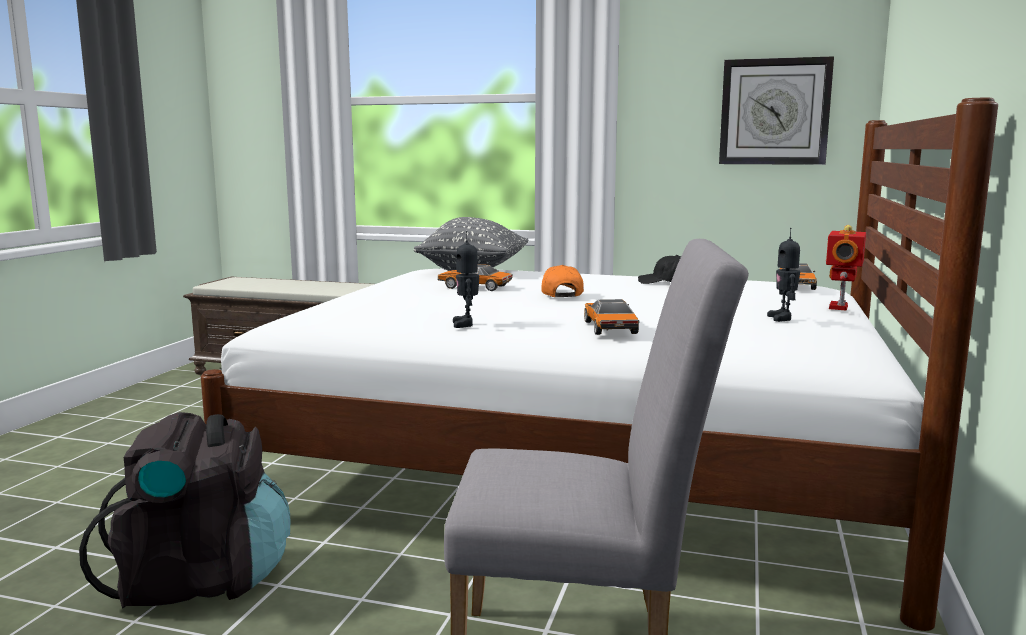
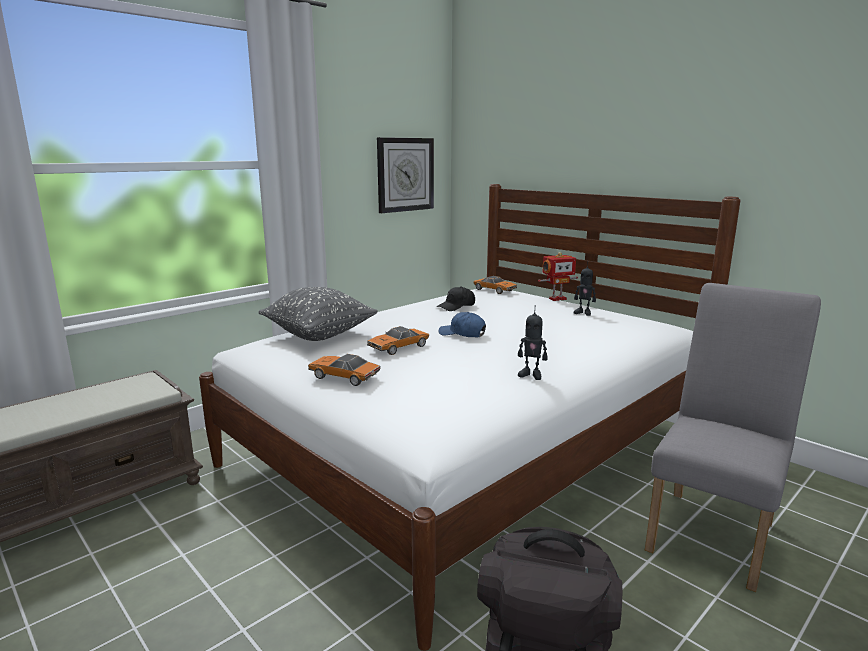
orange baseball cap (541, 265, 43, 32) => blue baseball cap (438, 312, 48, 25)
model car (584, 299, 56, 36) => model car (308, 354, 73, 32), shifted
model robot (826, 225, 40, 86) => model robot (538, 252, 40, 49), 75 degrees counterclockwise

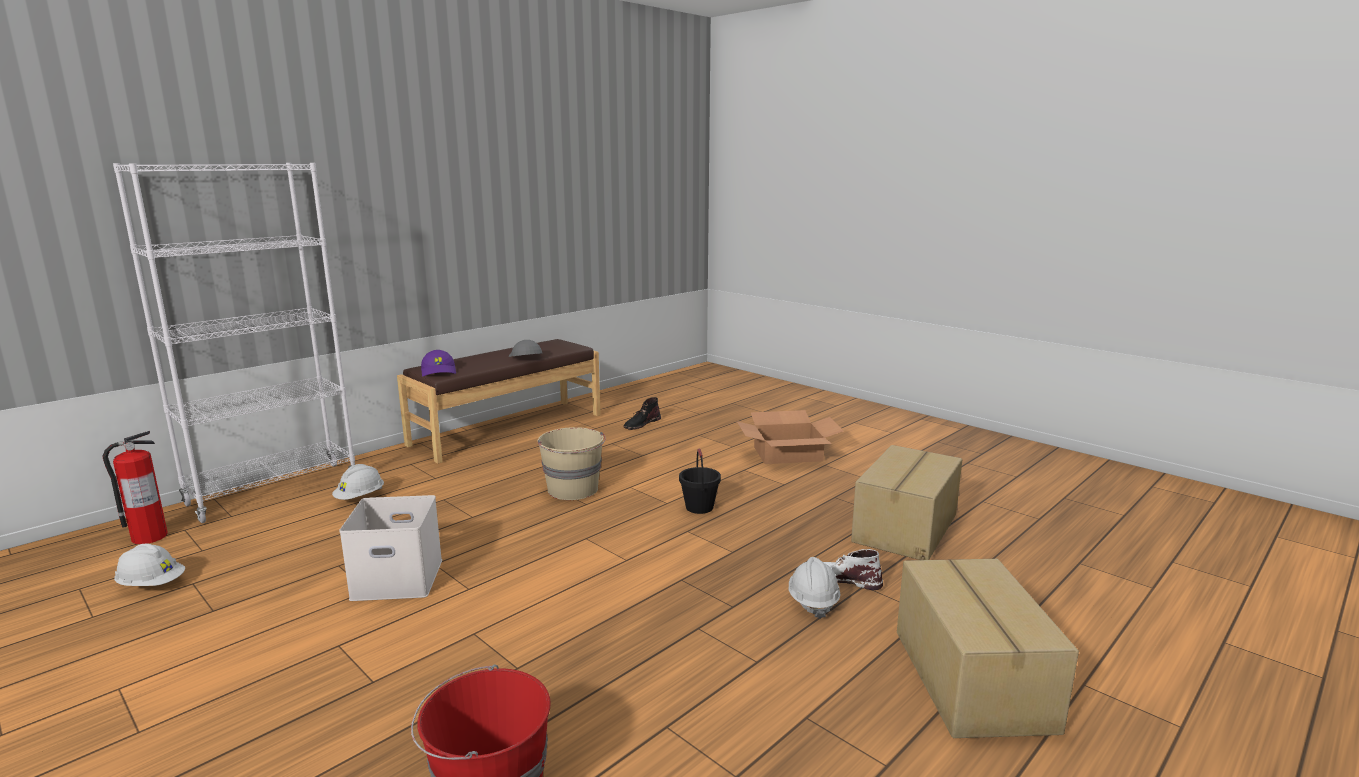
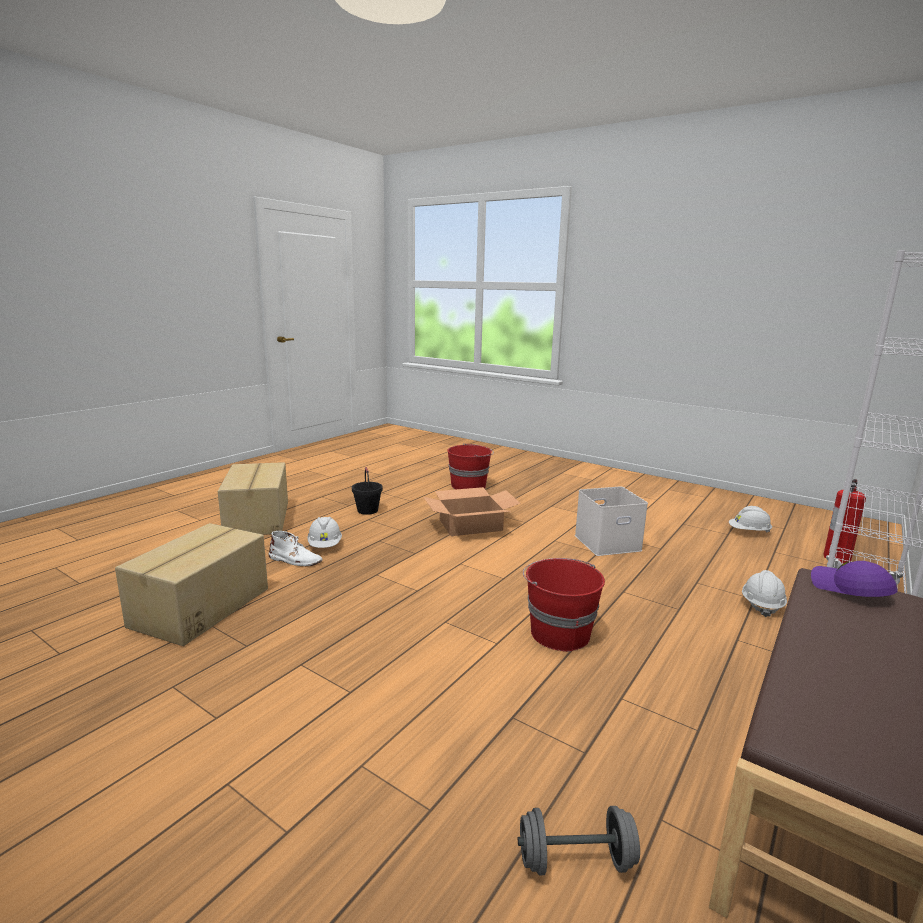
grey baseball cap (509, 340, 33, 17) => nothing
sand-coloured bucket (538, 427, 68, 73) => red bucket (523, 558, 82, 94)
blackish tall boot (623, 397, 38, 33) => grey dumbbell (518, 806, 122, 69)
blackish bucket (679, 448, 42, 66) => blackish bucket (352, 467, 31, 48), shifted
cardboard box (737, 410, 106, 54) => cardboard box (424, 487, 97, 49), shifted

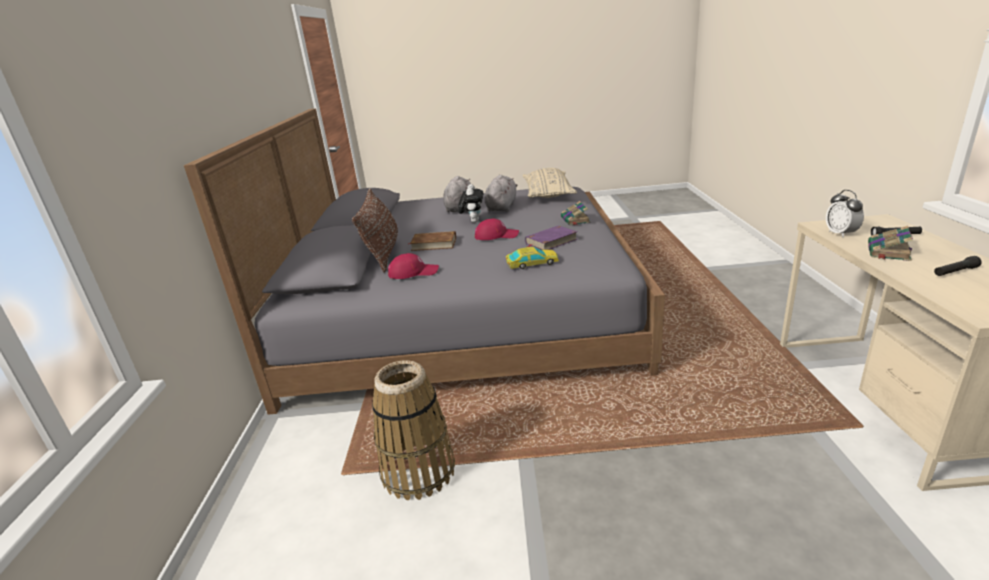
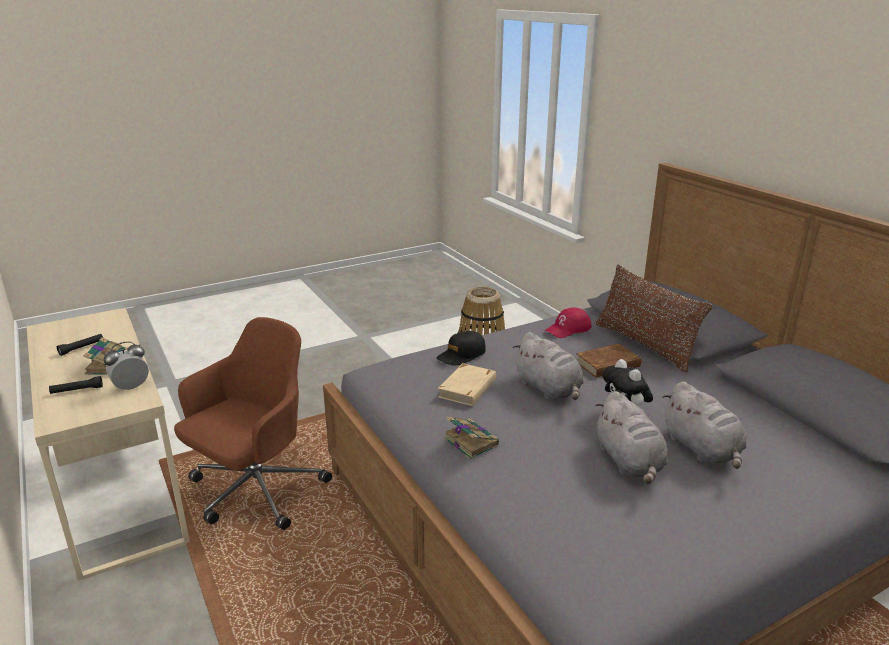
red baseball cap (475, 219, 44, 21) => grey soft toy (513, 332, 71, 68)
model car (506, 247, 53, 22) => blackish baseball cap (436, 331, 50, 34)
sand-coloured pillow (523, 168, 54, 30) => nothing
purple-coloured book (525, 225, 52, 25) => sand-coloured book (438, 363, 58, 43)
table clock (826, 190, 38, 48) => table clock (103, 341, 46, 49), 90 degrees counterclockwise
nothing => brownish desk chair (174, 317, 158, 213)

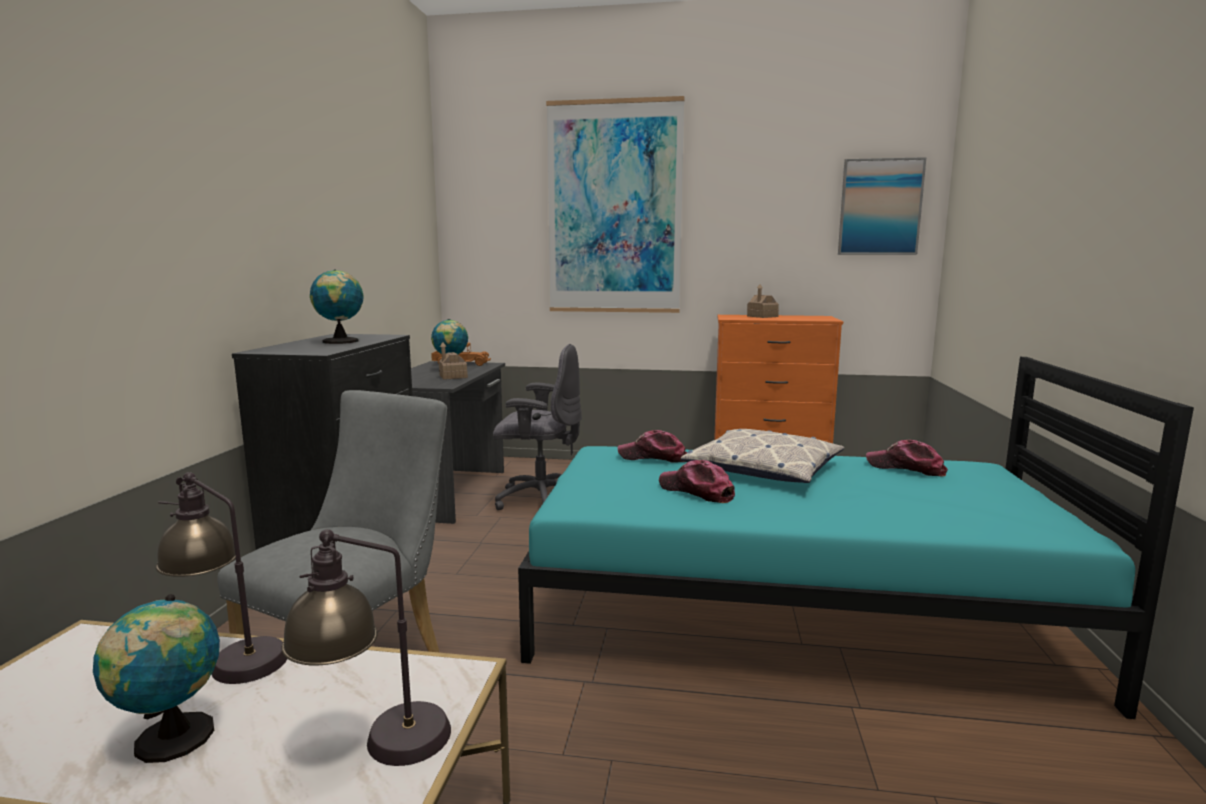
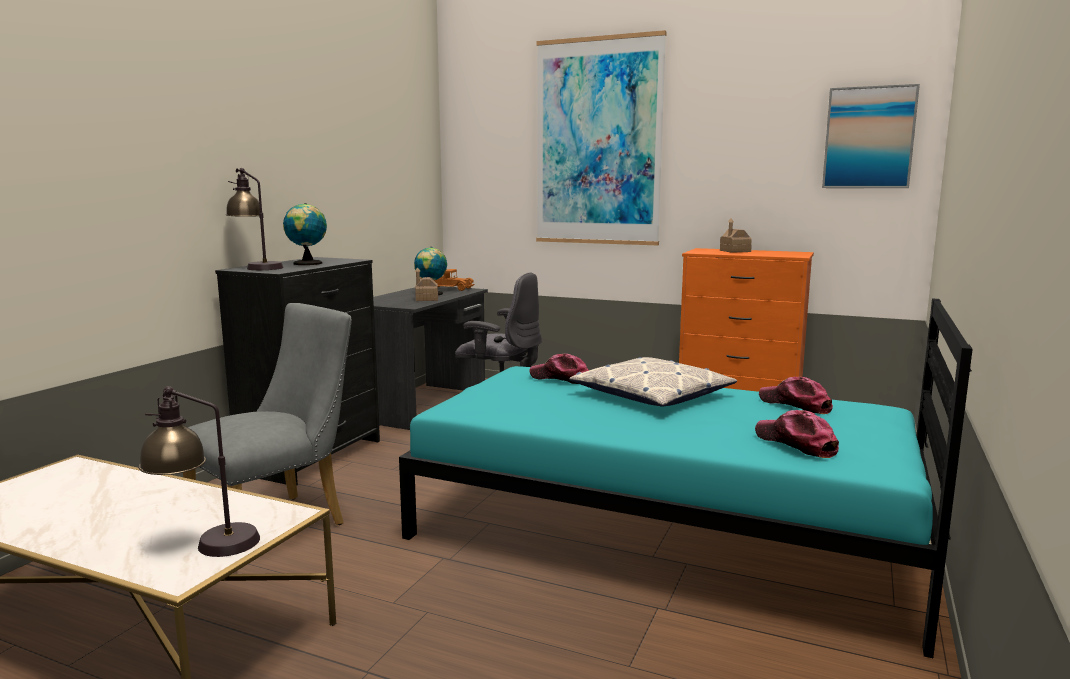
globe (93, 594, 127, 169) => nothing
tabletop lamp (156, 472, 131, 212) => tabletop lamp (226, 168, 58, 102), shifted
baseball cap (659, 460, 76, 43) => baseball cap (755, 410, 84, 48), shifted

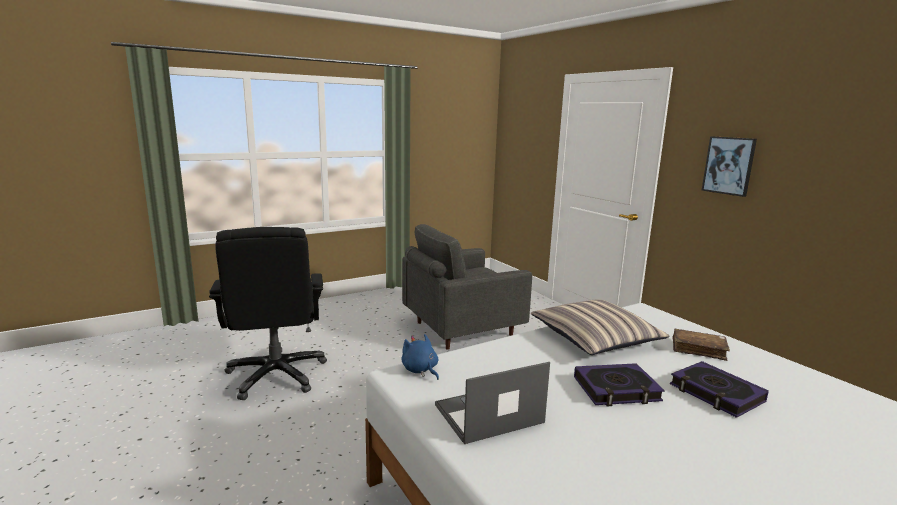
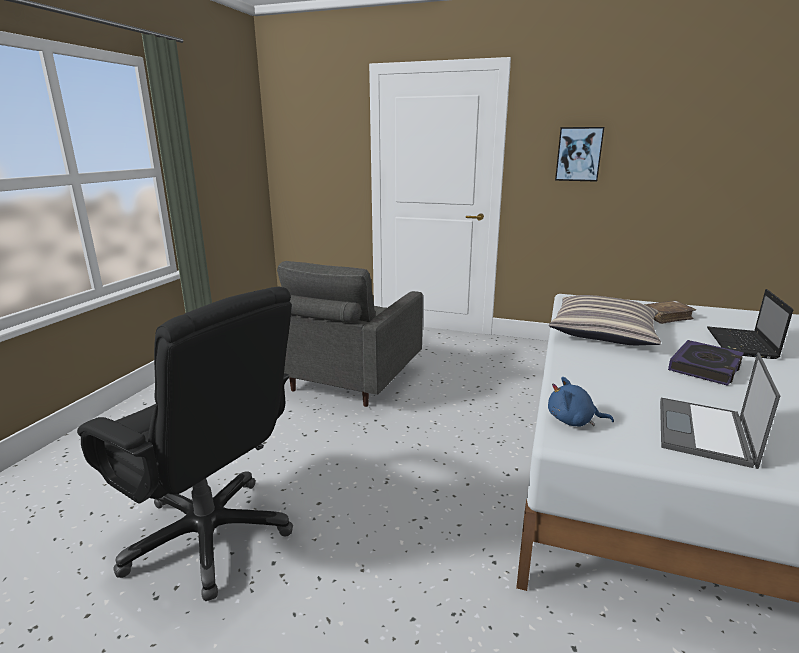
book (670, 361, 99, 57) => portable computer (707, 289, 86, 70)

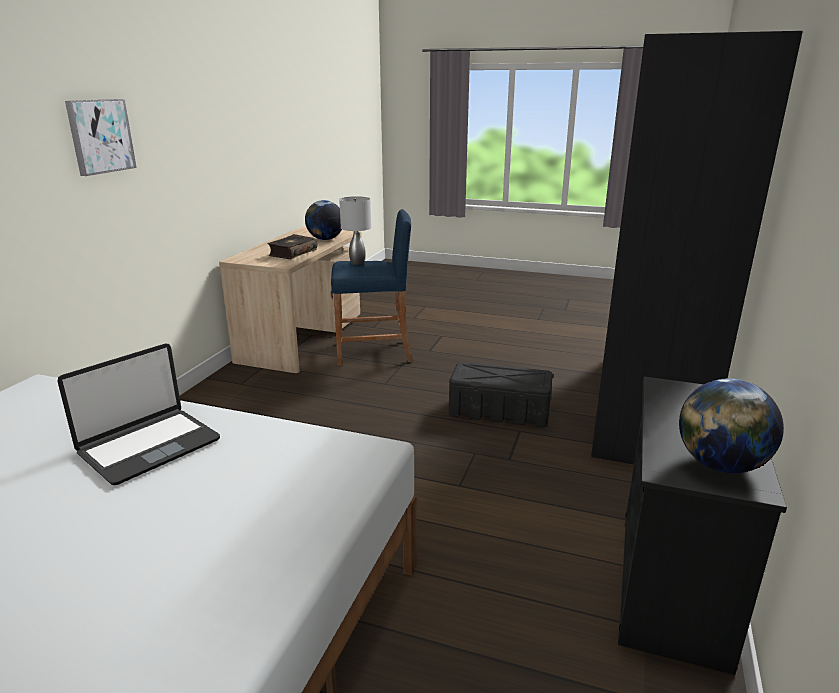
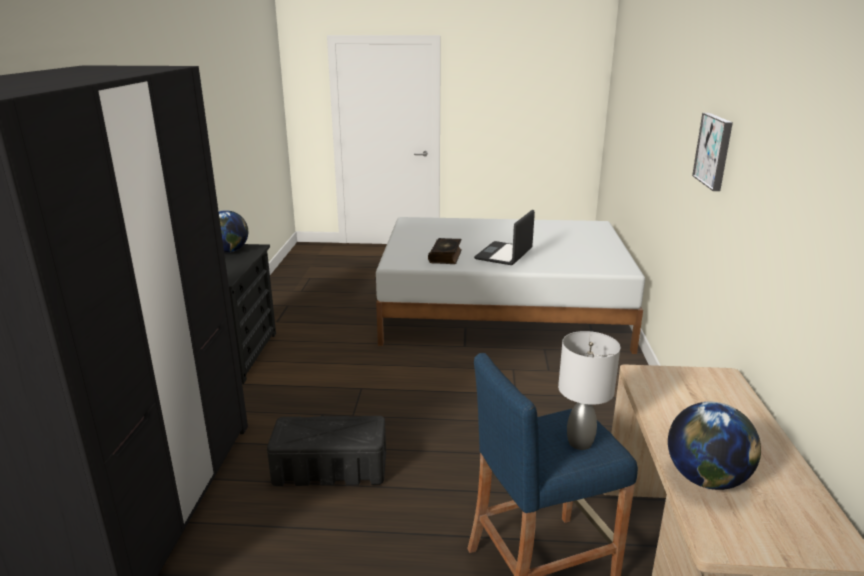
book (267, 234, 51, 25) => book (428, 238, 34, 26), shifted

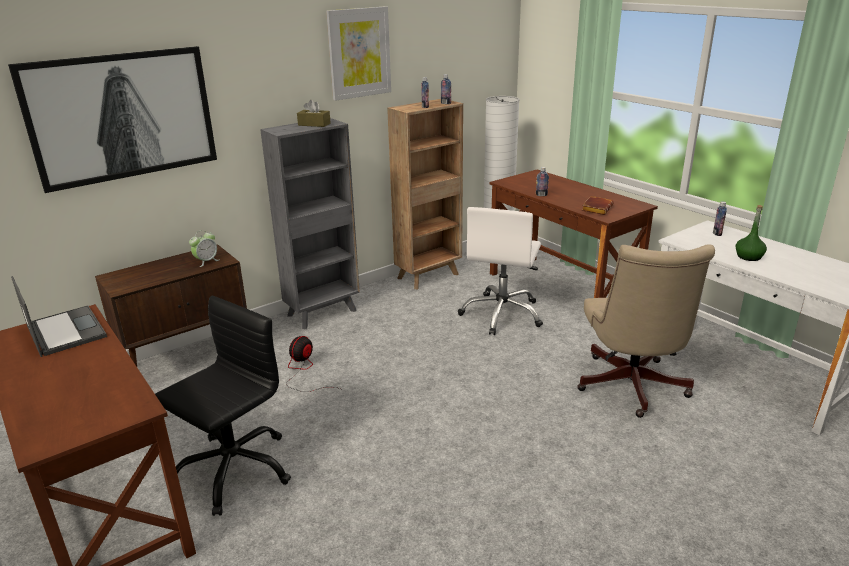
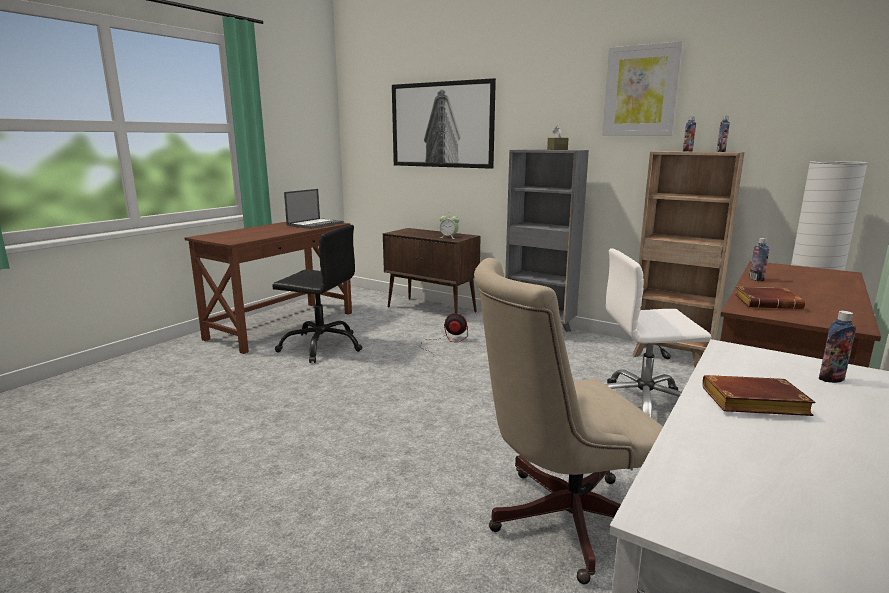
green-coloured beverage bottle (735, 205, 32, 56) => brownish book (702, 375, 114, 41)

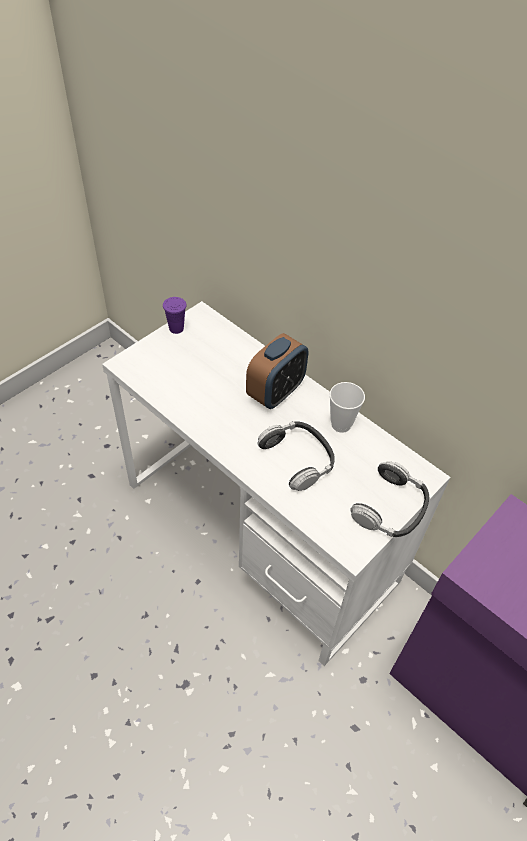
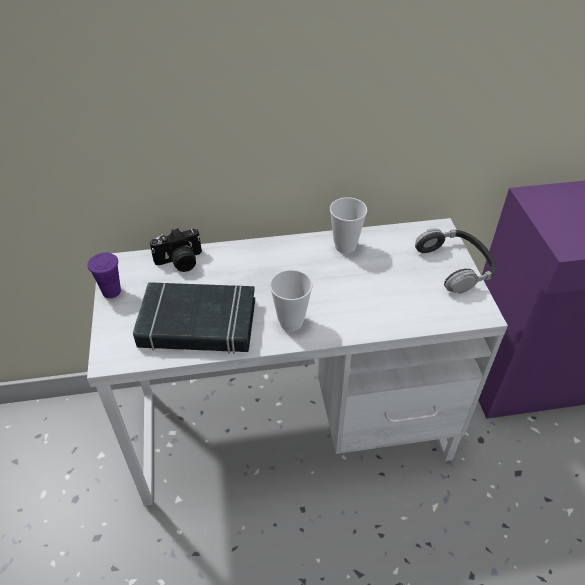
table clock (246, 333, 62, 76) => nothing
headset (257, 421, 78, 70) => nothing
nothing => blackish book (133, 282, 122, 72)
nothing => photo camera (150, 228, 52, 44)
nothing => drinking cup (270, 270, 42, 61)

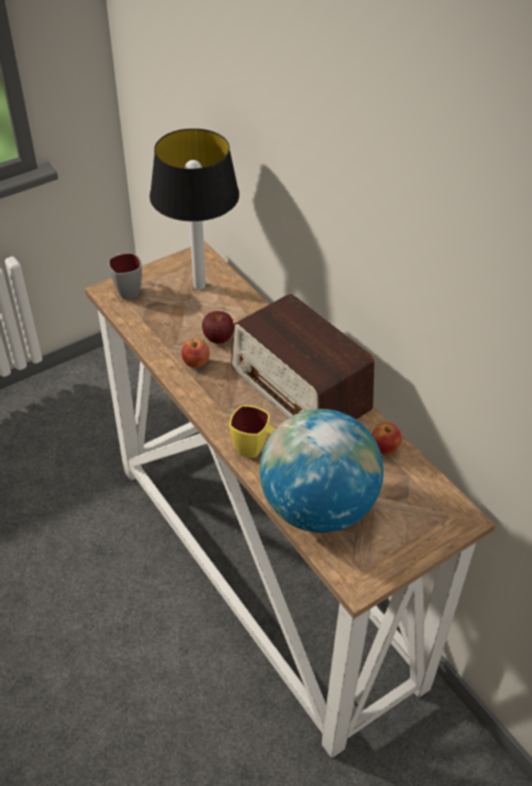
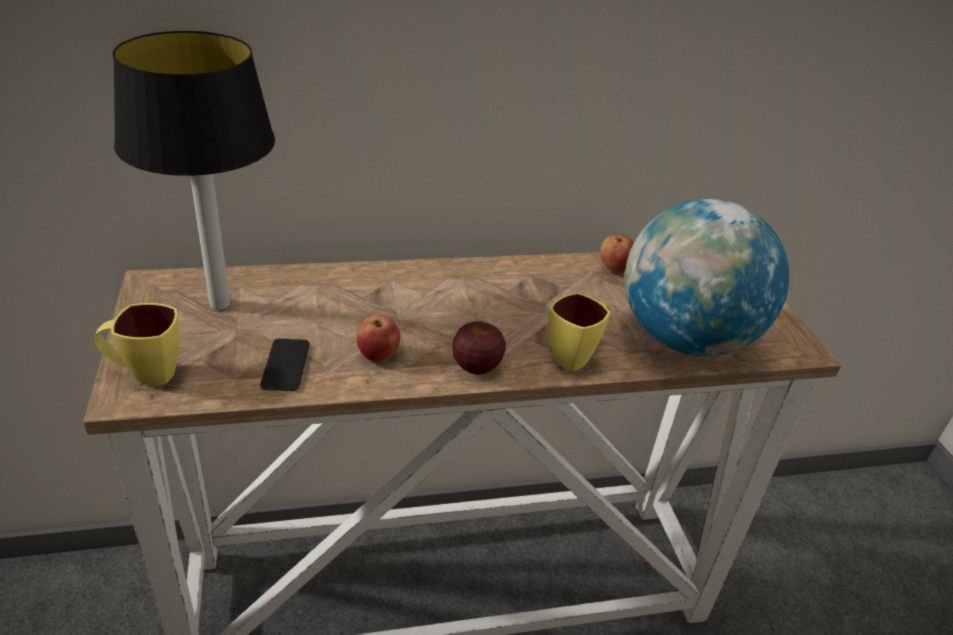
grey mug (108, 253, 34, 46) => yellow mug (95, 303, 84, 82)
apple (202, 311, 32, 33) => apple (452, 321, 54, 53), shifted
radio set (231, 293, 143, 127) => nothing
nothing => telephone (260, 339, 50, 52)

